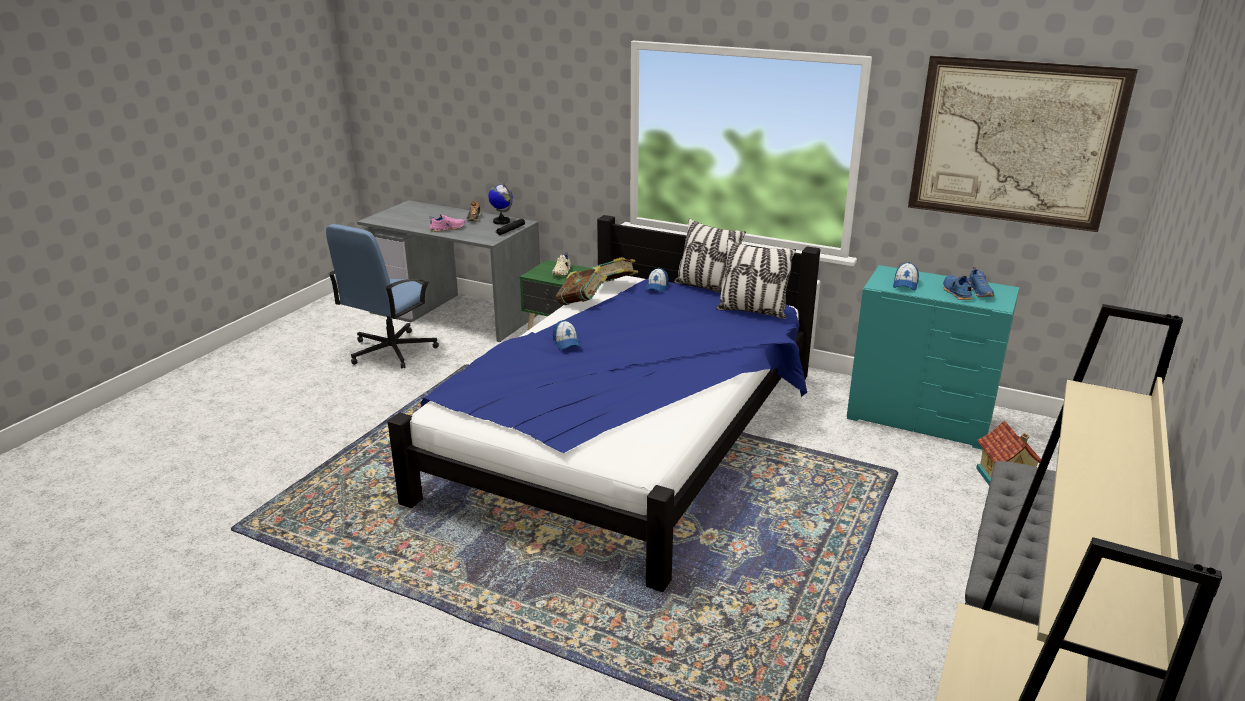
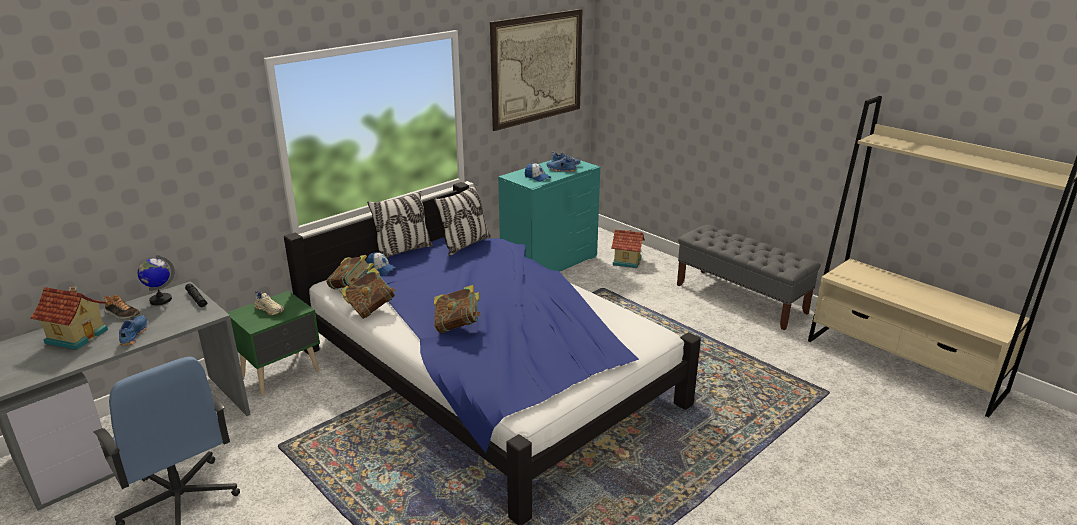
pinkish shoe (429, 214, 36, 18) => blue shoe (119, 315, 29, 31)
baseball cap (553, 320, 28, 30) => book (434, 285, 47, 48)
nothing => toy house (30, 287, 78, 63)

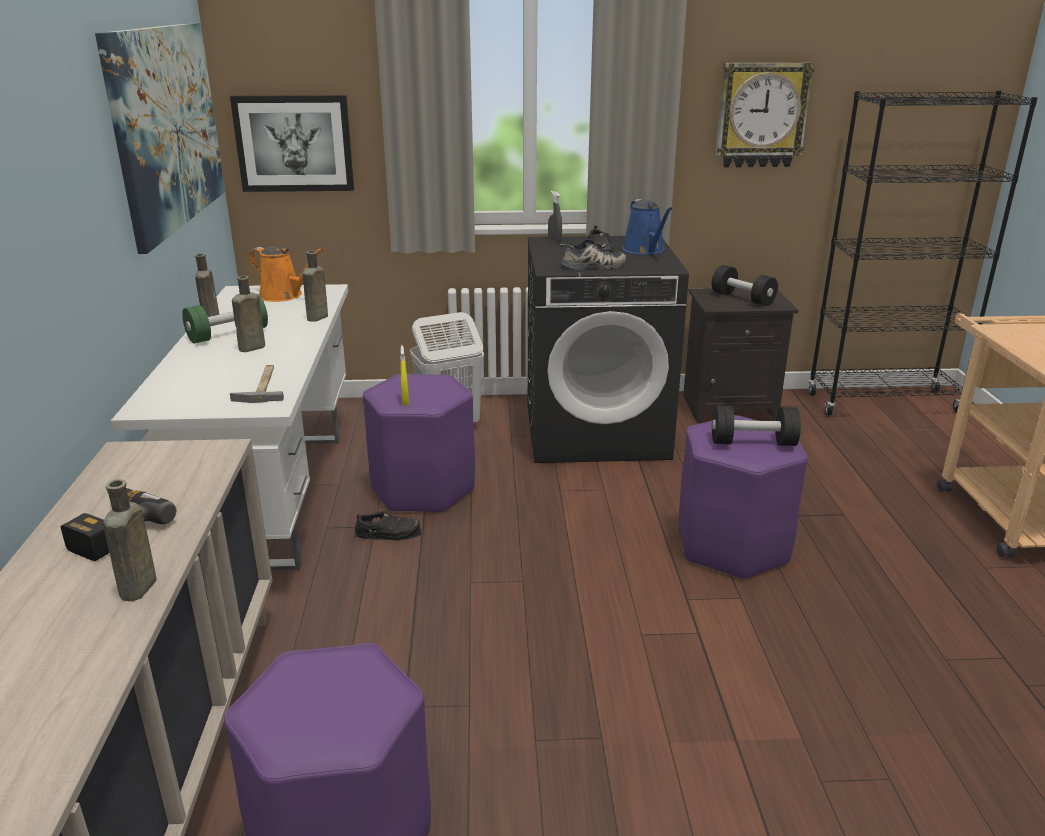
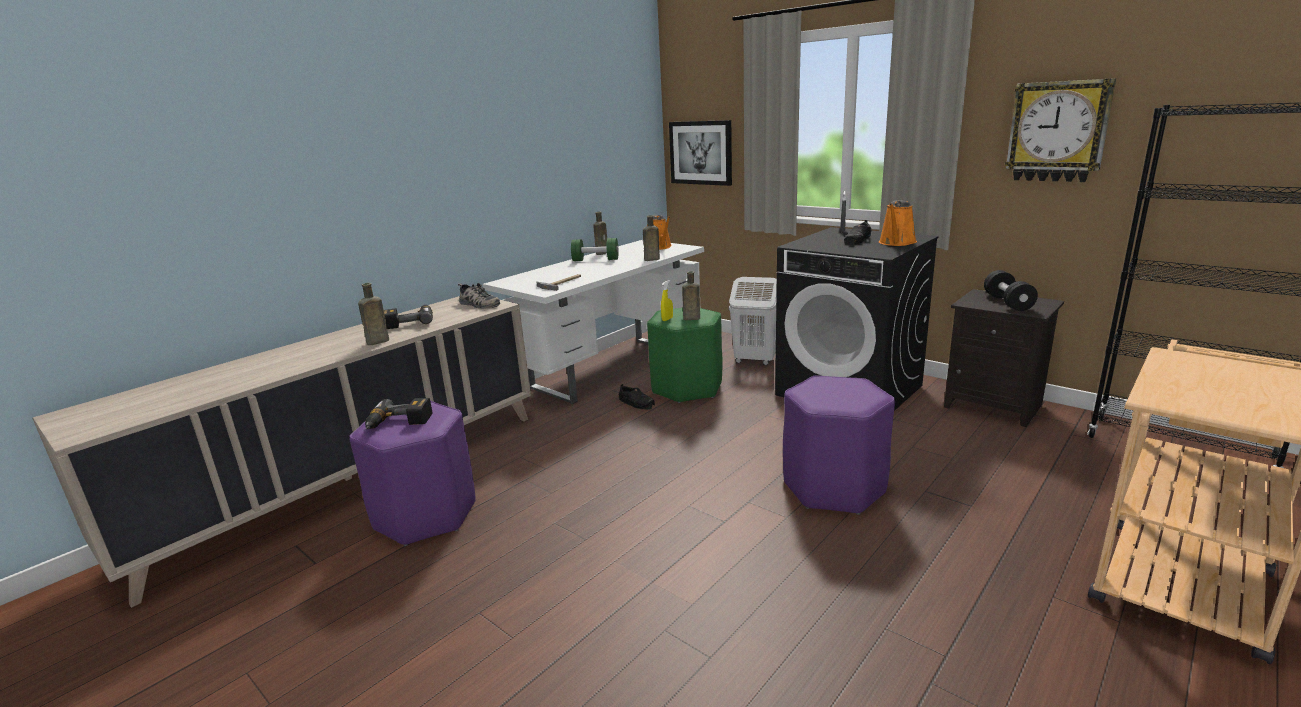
wall picture (95, 23, 130, 231) => nothing
brownish beverage bottle (232, 276, 33, 76) => brownish beverage bottle (682, 271, 18, 49), shifted
purple-coloured stool (363, 374, 112, 139) => green-coloured stool (647, 308, 76, 95)
shoe (560, 239, 66, 31) => shoe (458, 283, 42, 26), shifted
blue watering pot (623, 199, 50, 56) => orange watering pot (879, 200, 38, 46)
blackish dumbbell (712, 406, 89, 40) => nothing
nothing => power drill (365, 398, 67, 32)

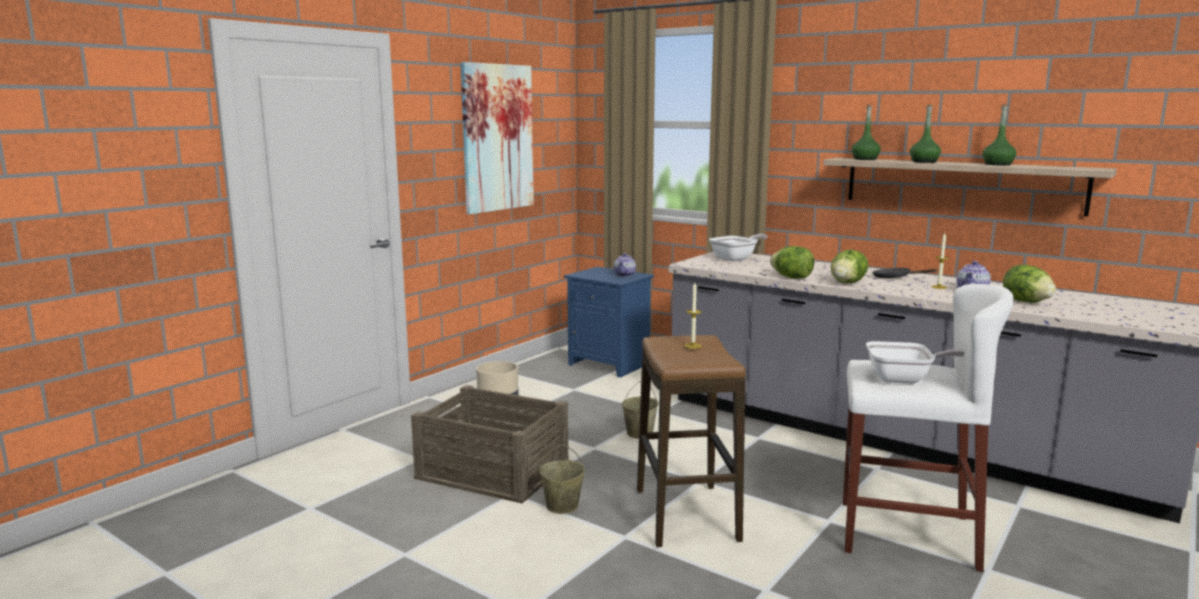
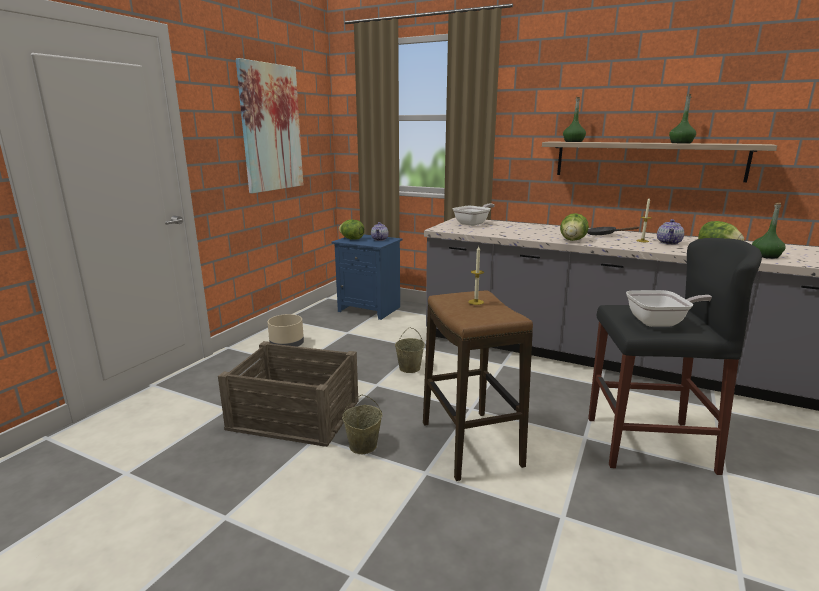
head of lettuce (770, 246, 44, 33) => head of lettuce (339, 220, 26, 20), shifted
whitish stool (843, 284, 171, 288) => blackish stool (588, 238, 174, 237)
green-coloured beverage bottle (910, 105, 31, 58) => green-coloured beverage bottle (752, 203, 33, 56), shifted

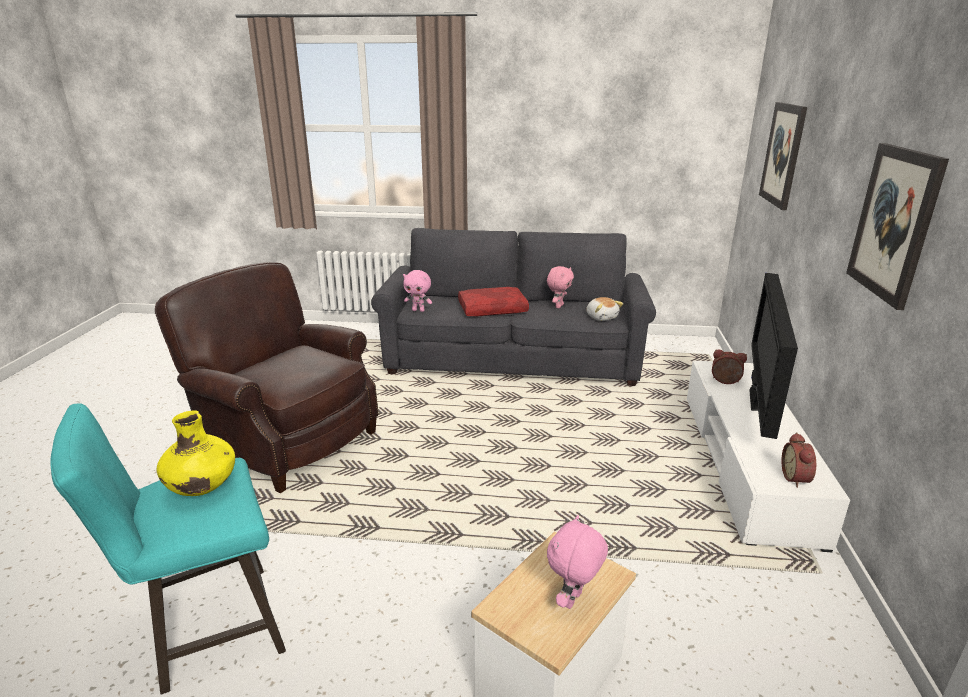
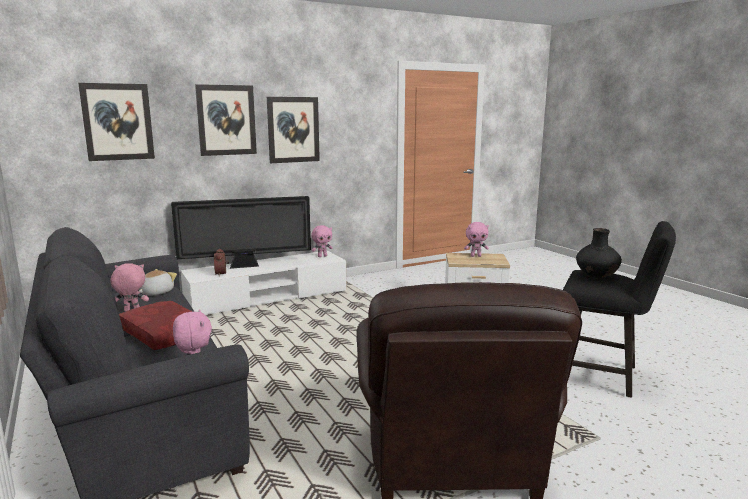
blue-green stool (50, 403, 236, 291) => blackish stool (563, 221, 113, 176)
yellow flower vase (156, 411, 79, 85) => blackish flower vase (576, 228, 46, 50)
table clock (781, 432, 35, 56) => pinkish soft toy (311, 225, 22, 32)
nothing => wall picture (195, 84, 62, 72)

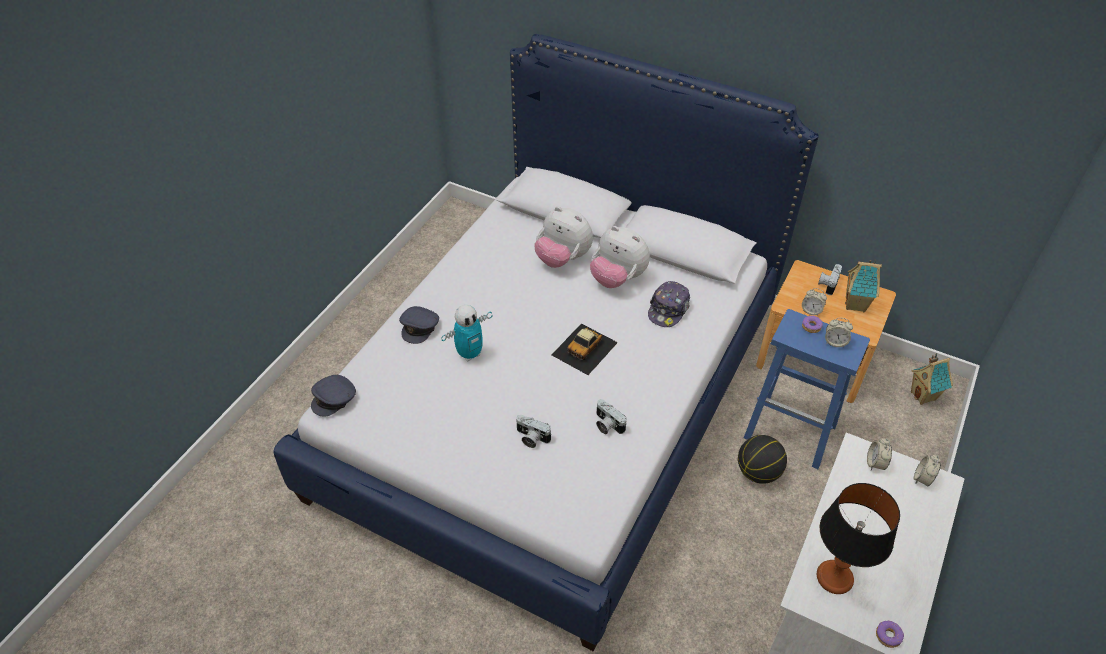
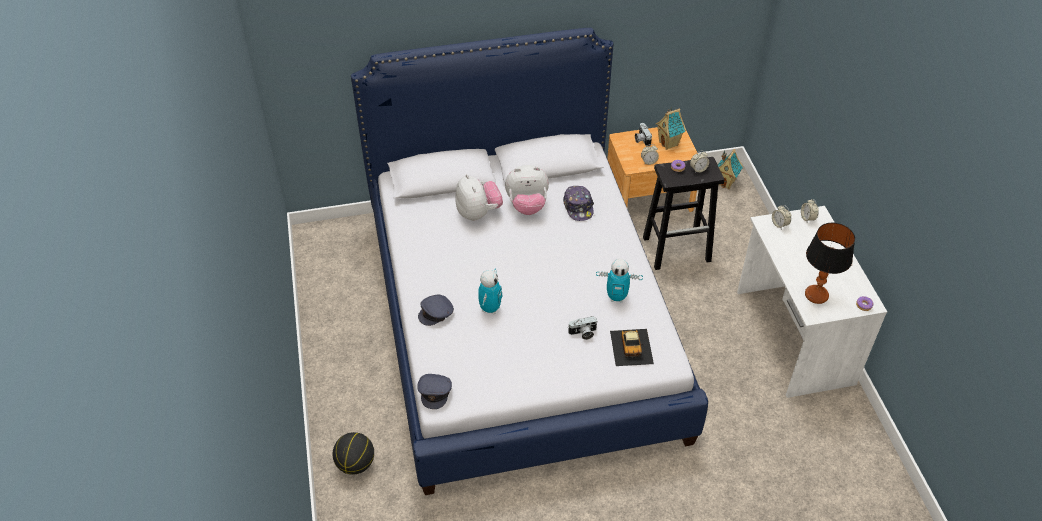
grey baseball cap (399, 306, 40, 38) => grey baseball cap (418, 295, 36, 31), 75 degrees clockwise
soft toy (534, 206, 59, 62) => soft toy (456, 174, 47, 47), 105 degrees counterclockwise
model car (552, 323, 66, 52) => model car (610, 329, 44, 37), shifted
photo camera (596, 399, 31, 35) => model robot (596, 259, 47, 43)
ball for basketball (738, 435, 49, 49) => ball for basketball (333, 432, 41, 42), shifted
blue stool (744, 309, 126, 160) => blackish stool (643, 157, 81, 113)

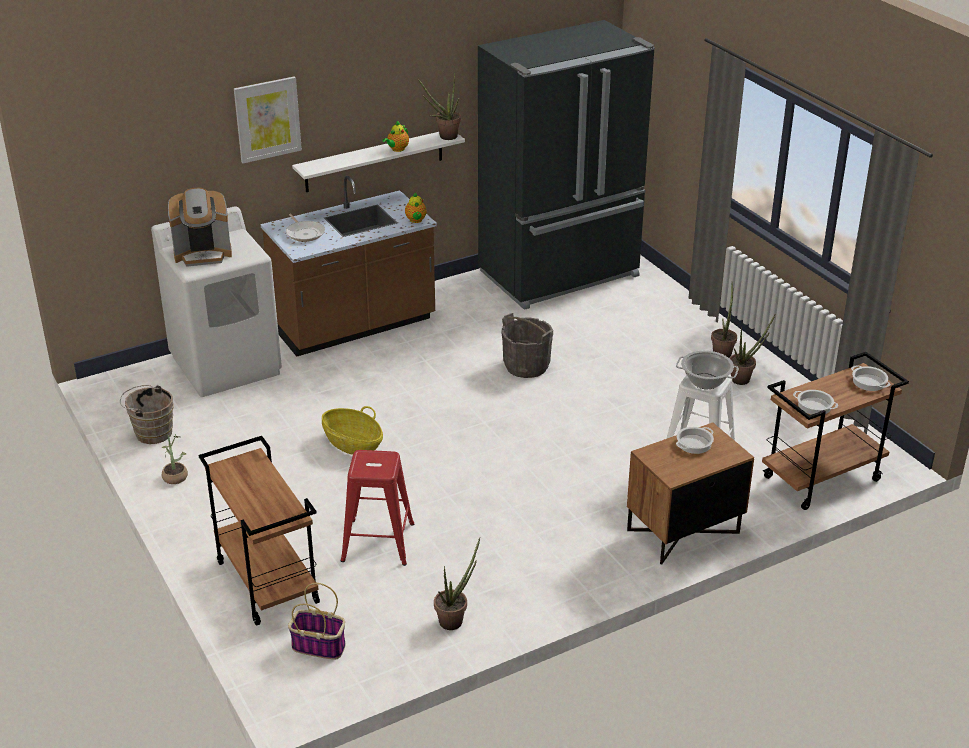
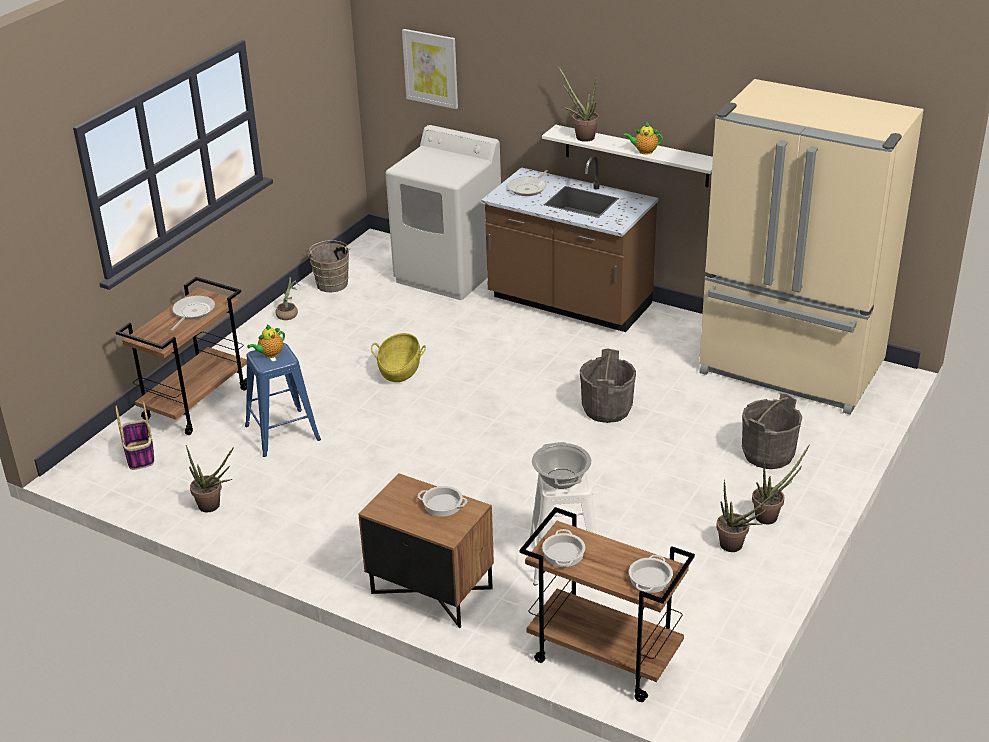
coffee machine (168, 188, 64, 79) => nothing
wall picture (234, 76, 68, 87) => wall picture (402, 29, 56, 80), shifted
red stool (341, 450, 73, 116) => blue stool (245, 343, 76, 114)
pot for tea (405, 193, 21, 30) => pot for tea (247, 325, 38, 33), shifted
plant in a pot (418, 73, 43, 67) => plant in a pot (558, 67, 41, 75), shifted
blackish kitchen fridge (478, 20, 177, 290) => sand-coloured kitchen fridge (699, 79, 225, 336)
nothing => frying pan (170, 295, 45, 36)
nothing => grey bucket (742, 393, 60, 76)

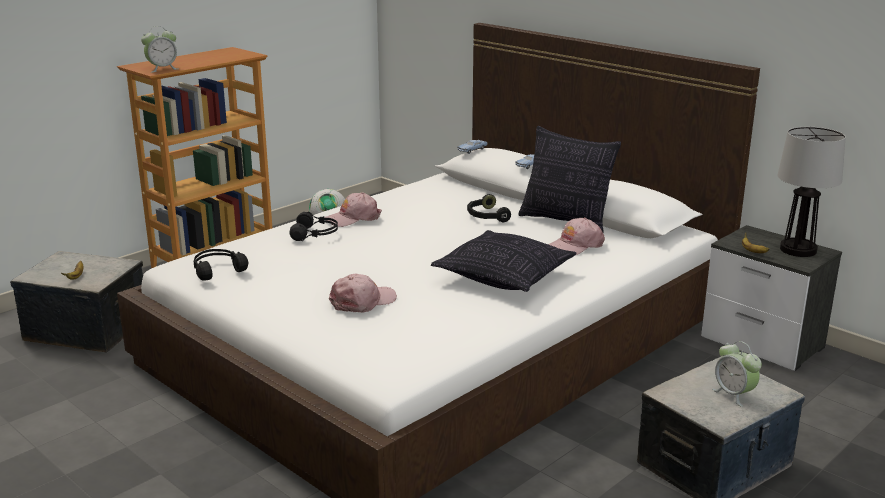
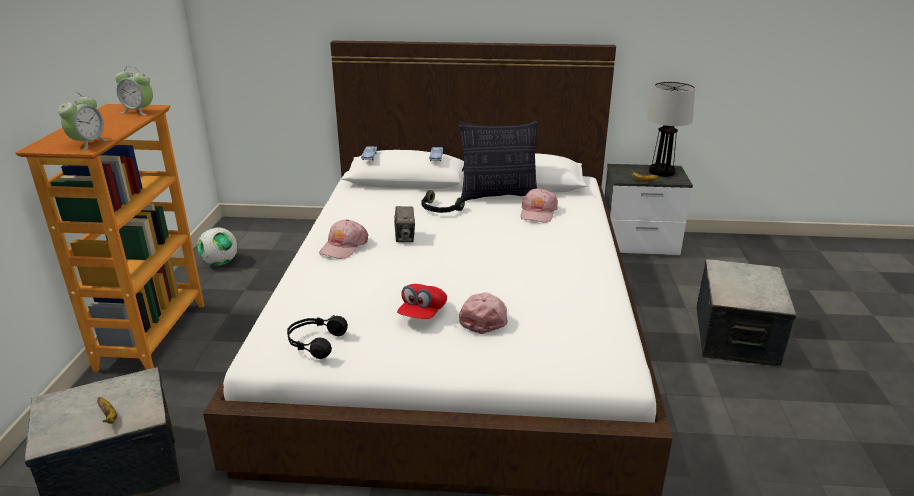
blackish headset (289, 211, 49, 30) => nothing
pillow (431, 230, 146, 62) => nothing
table clock (712, 341, 50, 66) => table clock (115, 66, 38, 49), shifted
nothing => photo camera (394, 206, 21, 36)
nothing => red baseball cap (397, 284, 50, 35)

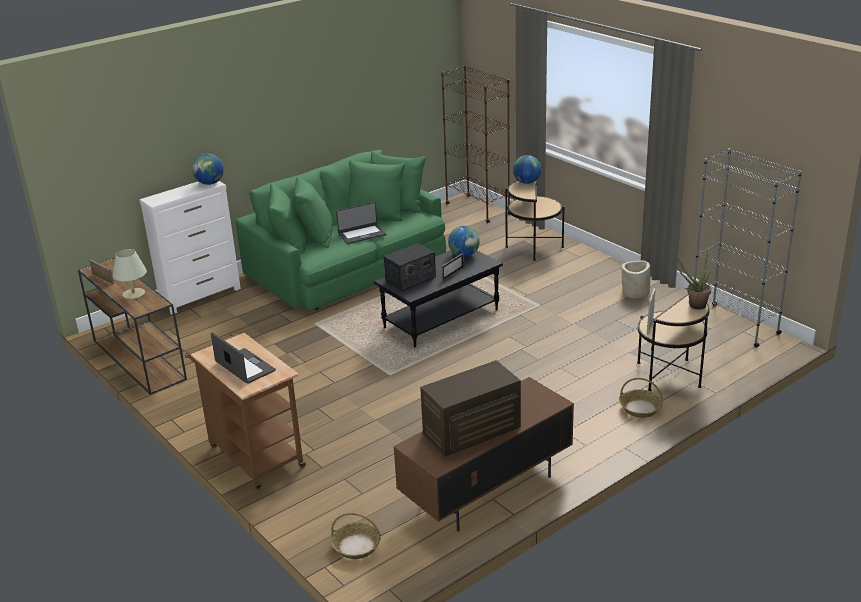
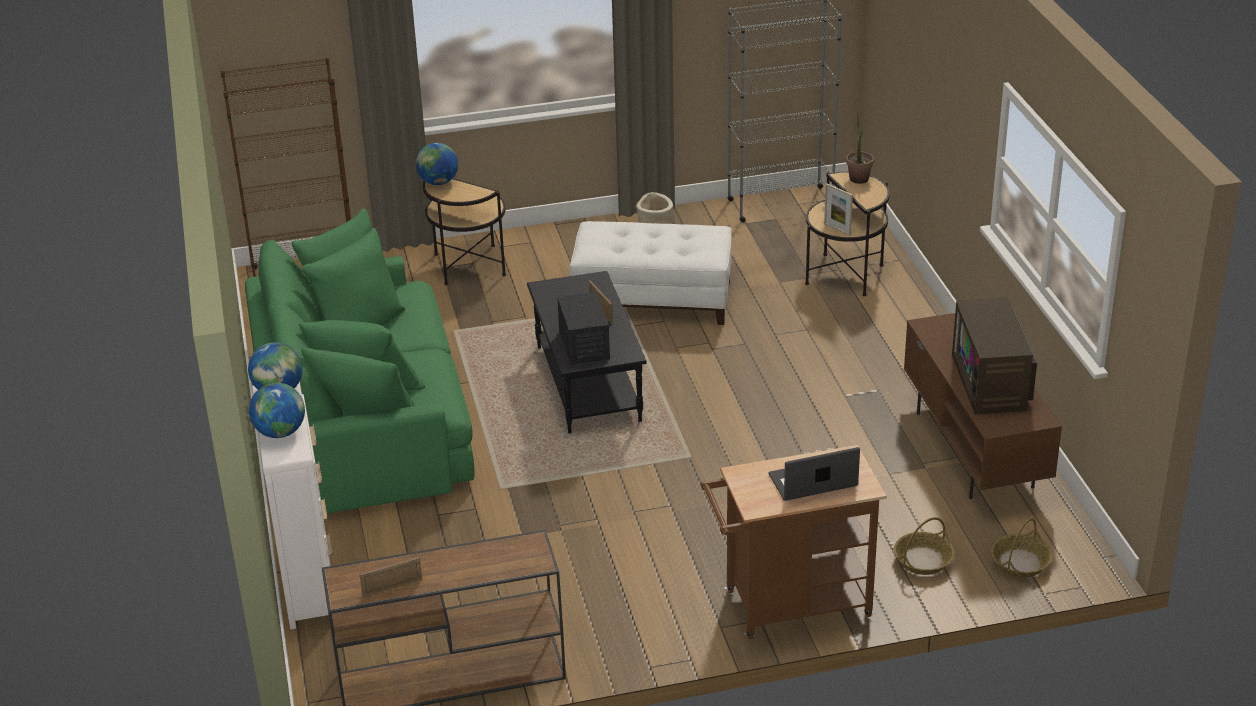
sand-coloured tabletop lamp (112, 249, 35, 51) => nothing
portable computer (336, 202, 50, 42) => nothing
globe (448, 226, 32, 31) => globe (249, 383, 56, 55), shifted
household basket (620, 378, 43, 40) => household basket (894, 517, 60, 58), shifted
nothing => whitish footrest (569, 221, 163, 104)

